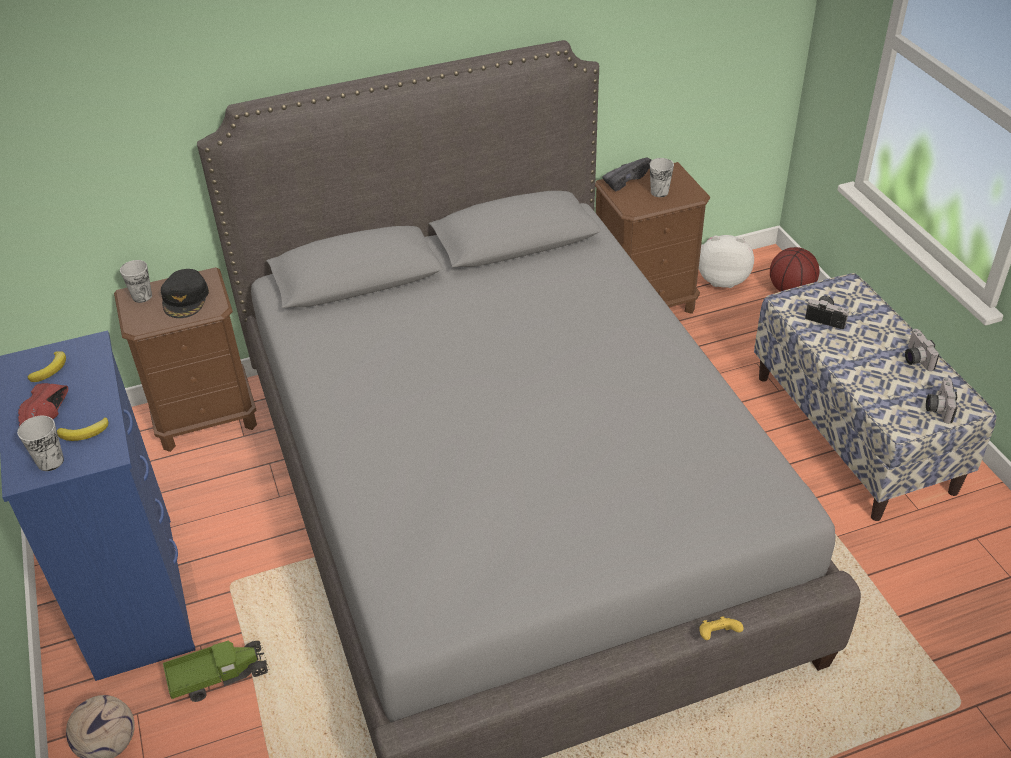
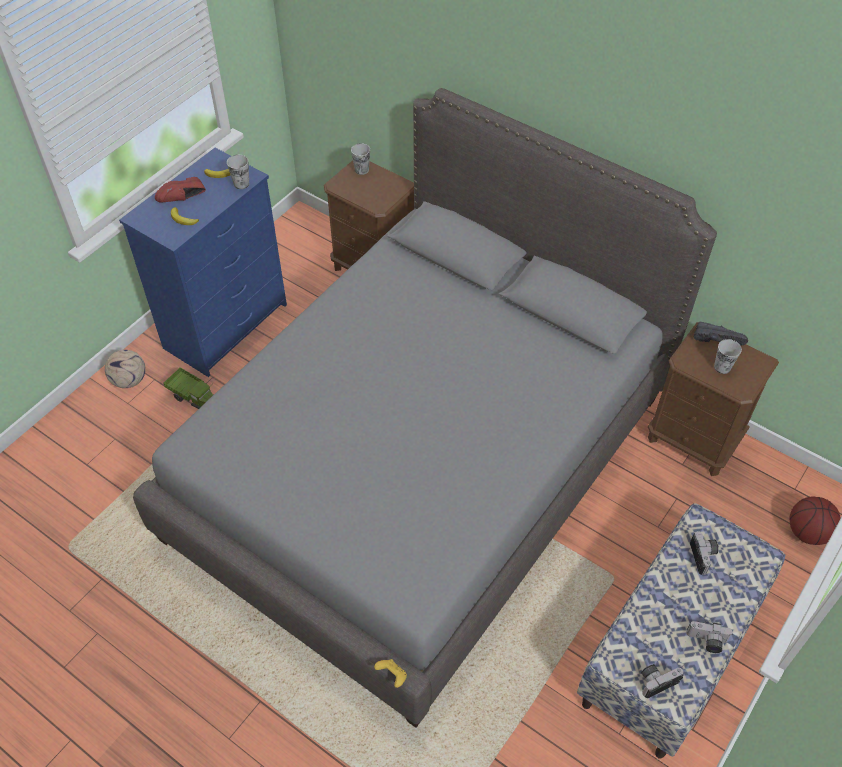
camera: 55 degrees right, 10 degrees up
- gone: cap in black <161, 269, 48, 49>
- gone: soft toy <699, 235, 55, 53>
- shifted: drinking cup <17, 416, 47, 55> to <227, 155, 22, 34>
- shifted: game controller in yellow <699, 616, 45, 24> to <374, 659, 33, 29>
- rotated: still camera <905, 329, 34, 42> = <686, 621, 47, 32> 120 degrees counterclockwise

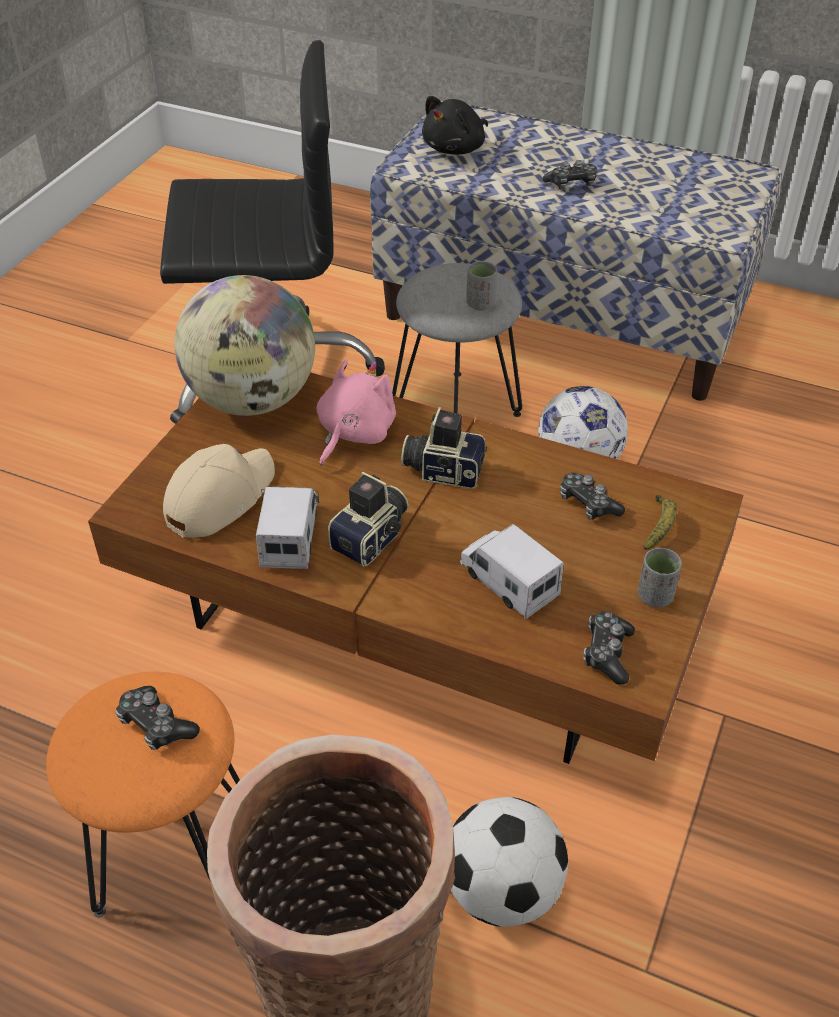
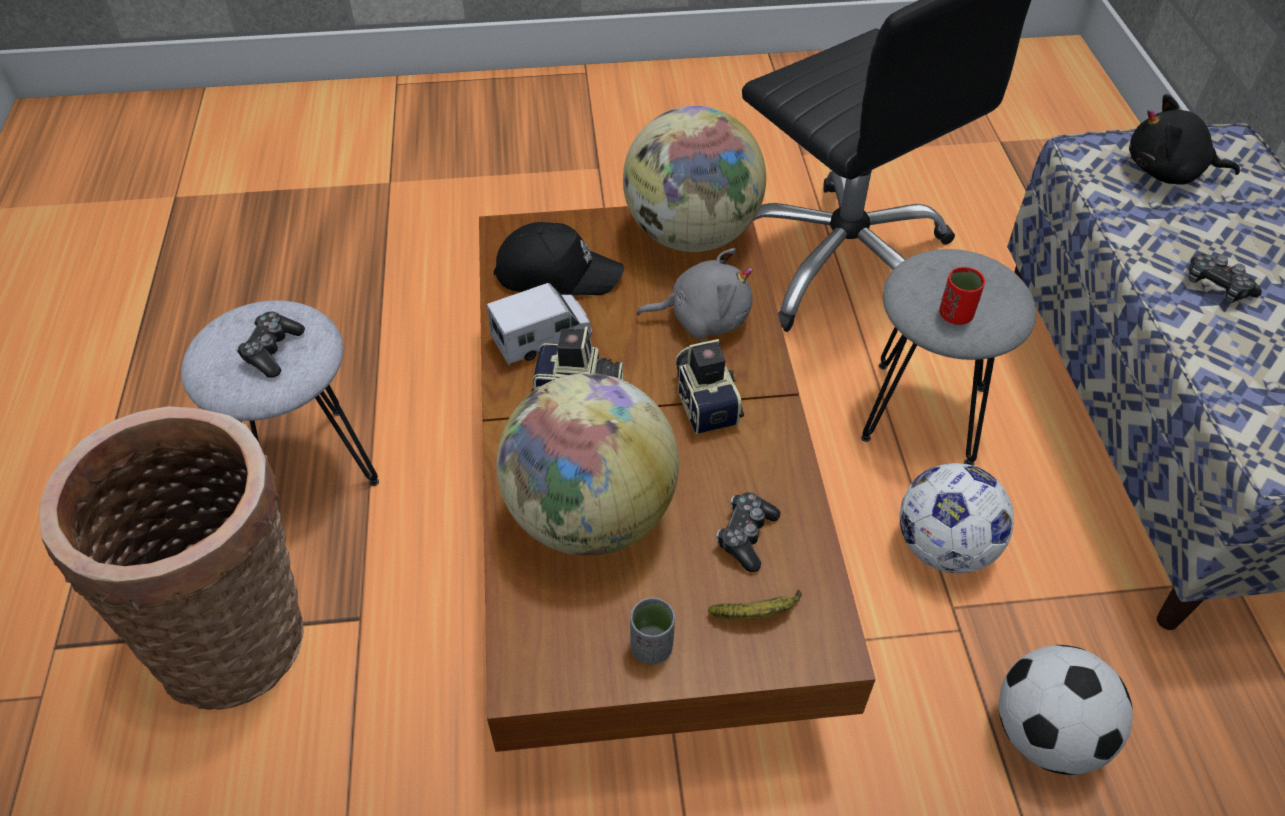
camera: 60 degrees right, 5 degrees up
- gone: game controller <583, 611, 52, 74>
- shifted: ball for football <451, 797, 117, 130> to <999, 645, 134, 130>
- swapped: model truck <460, 524, 104, 95> to desk globe <497, 373, 182, 183>
- repainted: sitting stool in orange <46, 672, 194, 245> to sitting stool in grey <181, 300, 198, 186>
- repainted: cap in beige-coloured <163, 444, 112, 94> to cap in black <494, 222, 130, 74>
- repainted: soft toy in pink-coloured <317, 359, 79, 107> to soft toy in grey <637, 248, 116, 91>
- repainted: drinking cup in grey <467, 261, 30, 49> to drinking cup in reddish <939, 267, 46, 58>

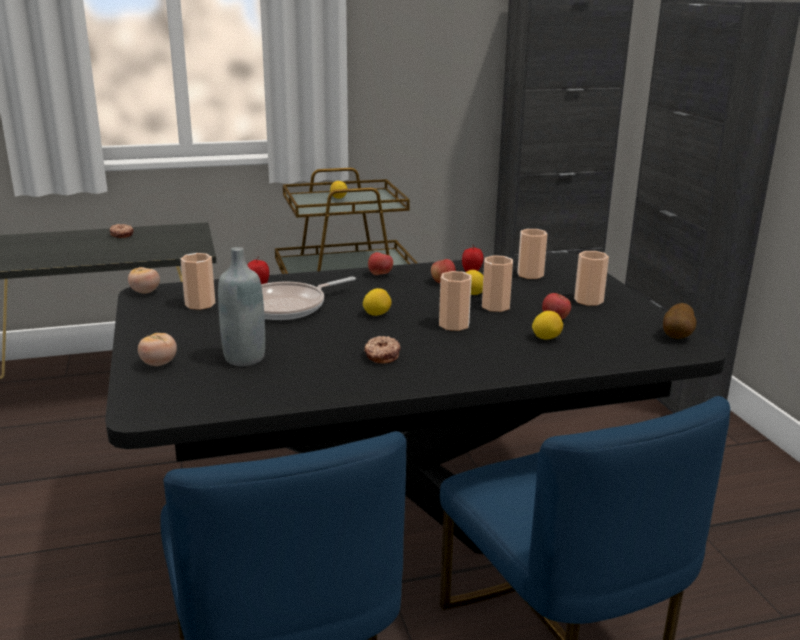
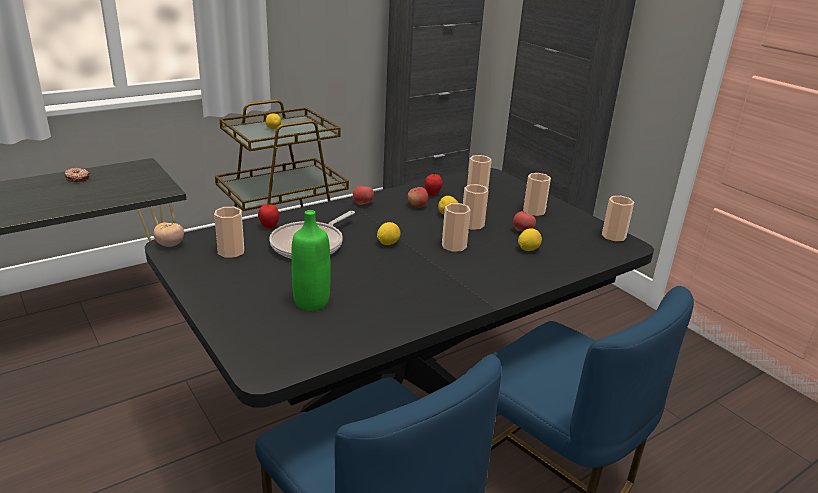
camera: 20 degrees left, 5 degrees up
- gone: whole tomato <138, 333, 39, 33>
- gone: doughnut <364, 336, 37, 28>
- swapped: spud <663, 303, 33, 36> to drinking cup <602, 196, 32, 45>
- repainted: bottle in grey <218, 247, 47, 119> to bottle in greenish <291, 210, 40, 101>

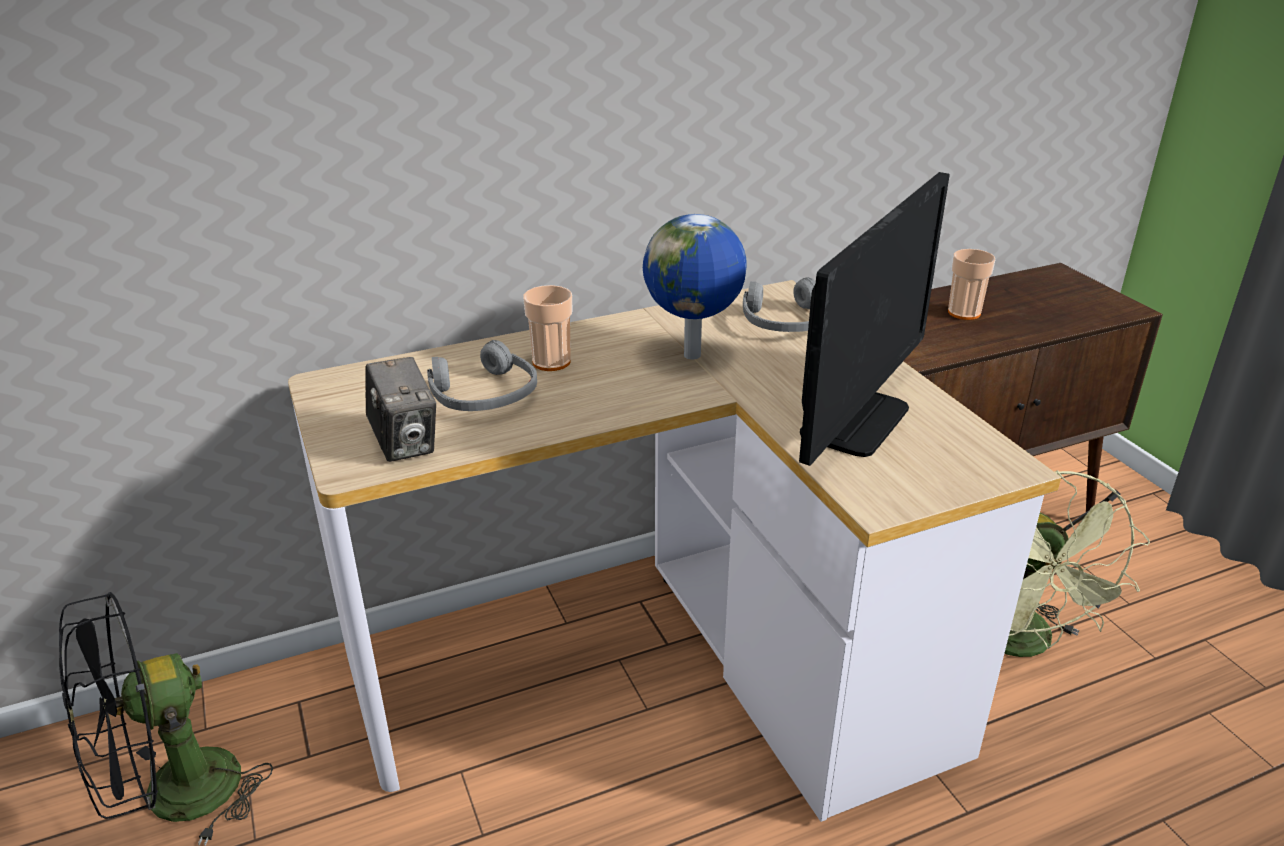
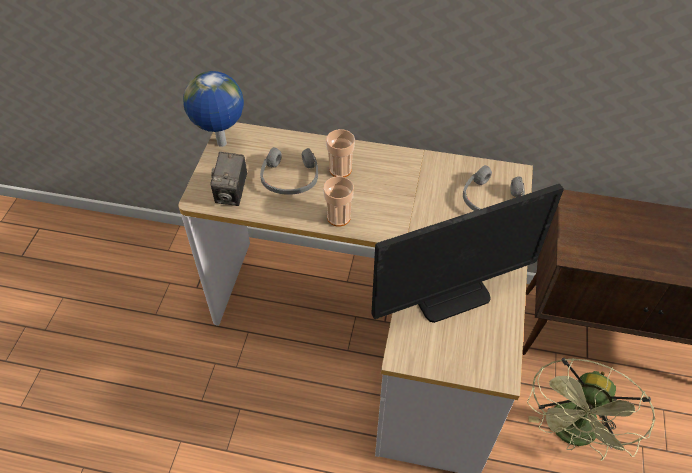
camera: 35 degrees right, 20 degrees up
- gone: fan in black <59, 592, 214, 254>
- shifted: desk globe <643, 214, 104, 145> to <183, 71, 61, 76>
- shifted: drinking cup <948, 249, 47, 71> to <323, 176, 31, 50>

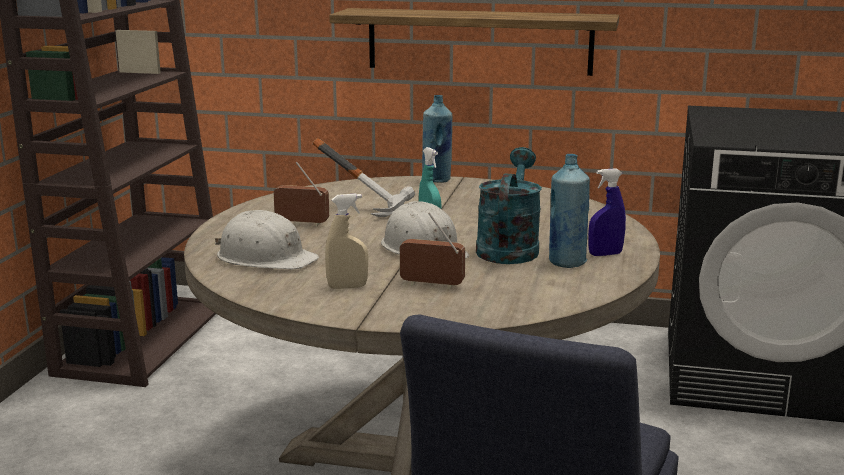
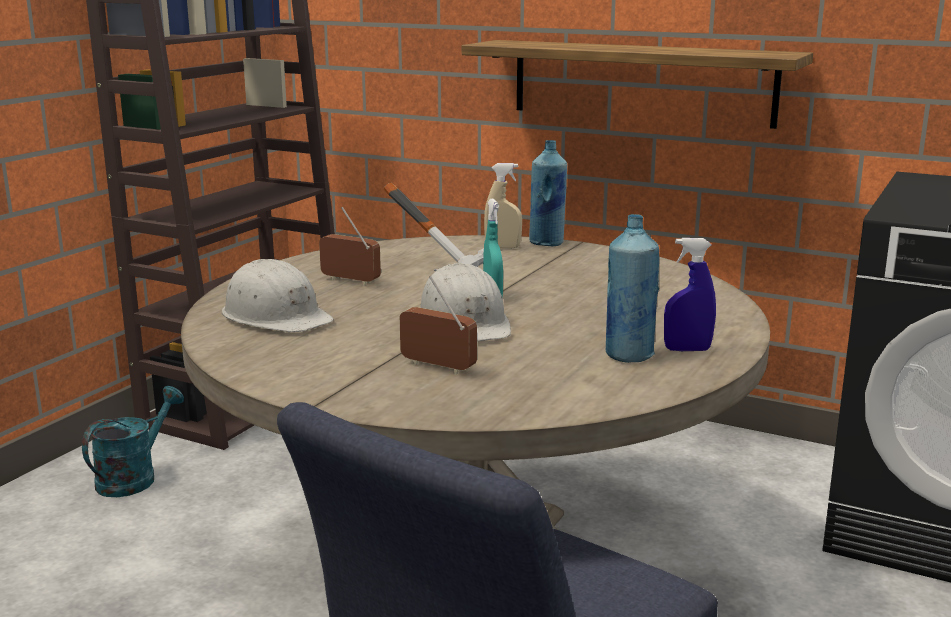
camera: 15 degrees right, 0 degrees up
- shifted: spray bottle in beige-coloured <325, 193, 43, 96> to <484, 163, 38, 86>
- shifted: watering can in turquoise-coloured <476, 147, 66, 117> to <82, 386, 102, 111>

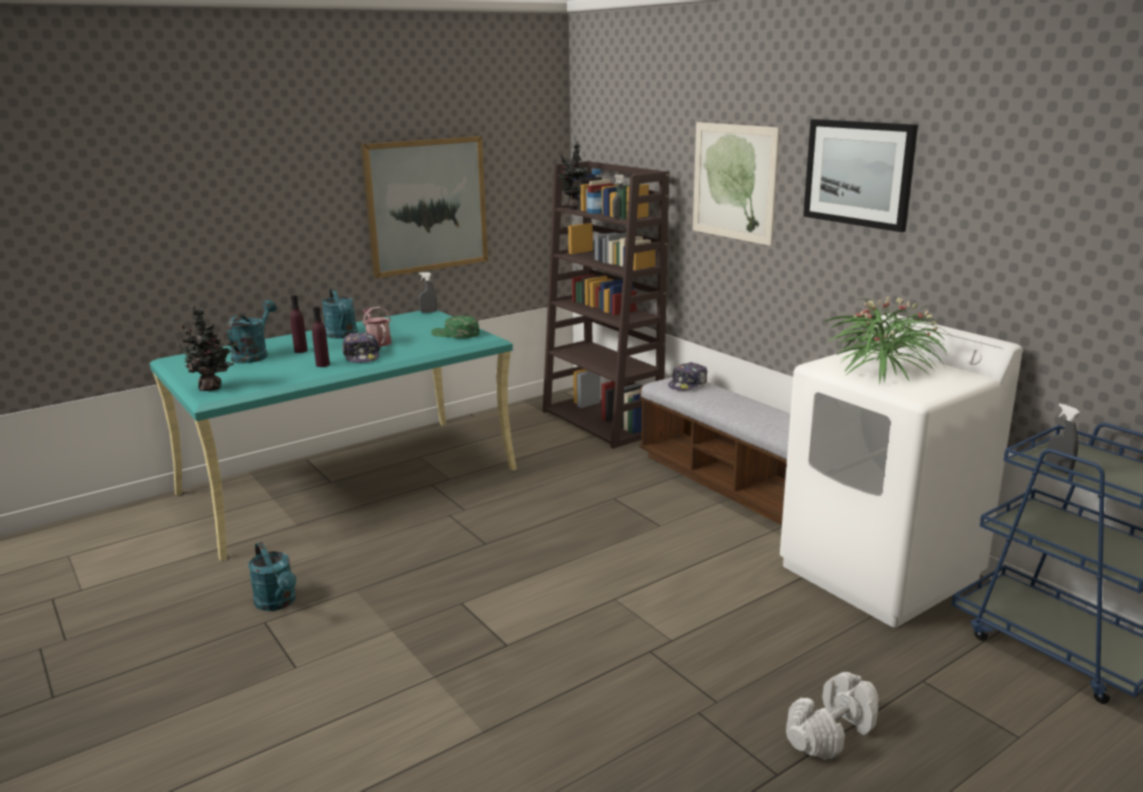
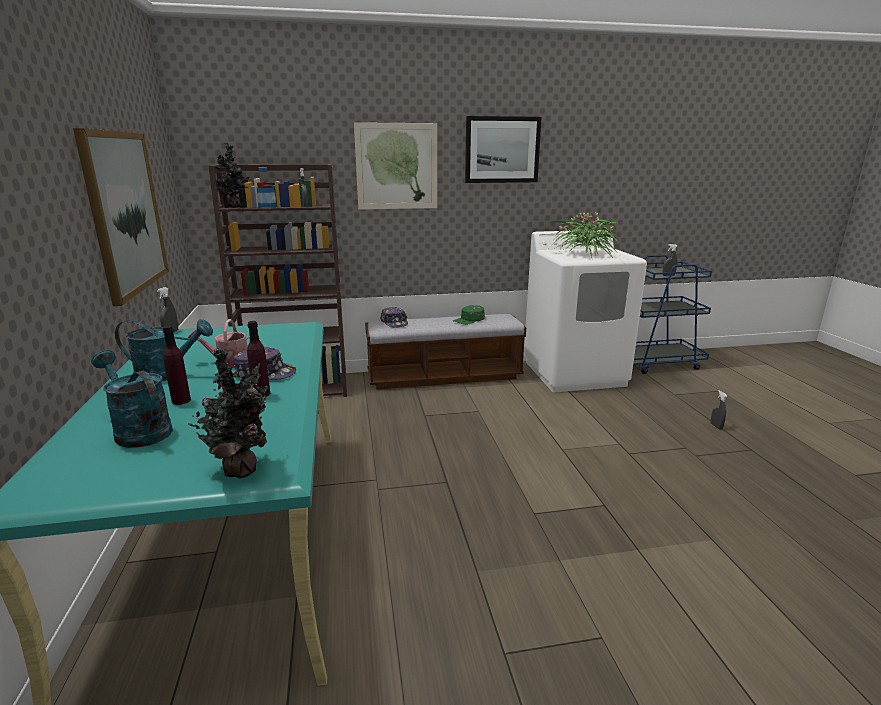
camera: 65 degrees left, 0 degrees up
- gone: watering can in turquoise-coloured <248, 542, 48, 69>
- shifted: cap in greenish <431, 316, 49, 22> to <453, 305, 32, 20>
- swapped: dumbbell in white <786, 672, 93, 88> to spray bottle in grey <711, 390, 16, 40>

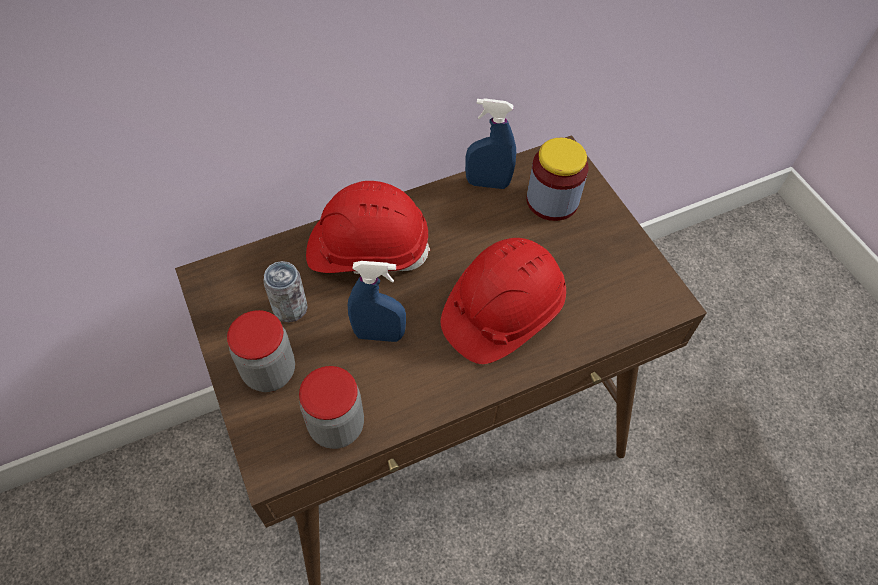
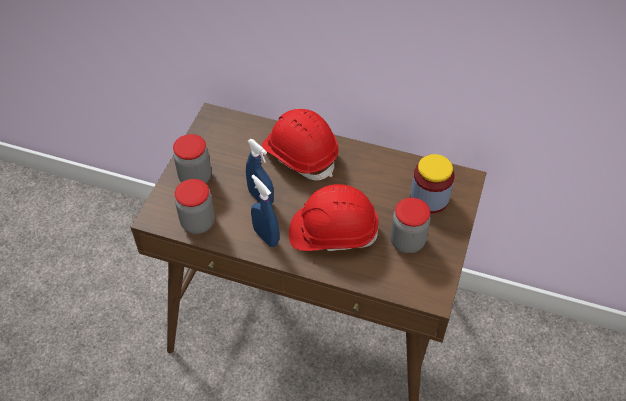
camera: 45 degrees right, 5 degrees down
- gone: sealed can <263, 261, 45, 61>
- new: storage jar <390, 198, 40, 55>
- shifted: spray bottle in blue <465, 98, 51, 91> to <251, 175, 28, 72>

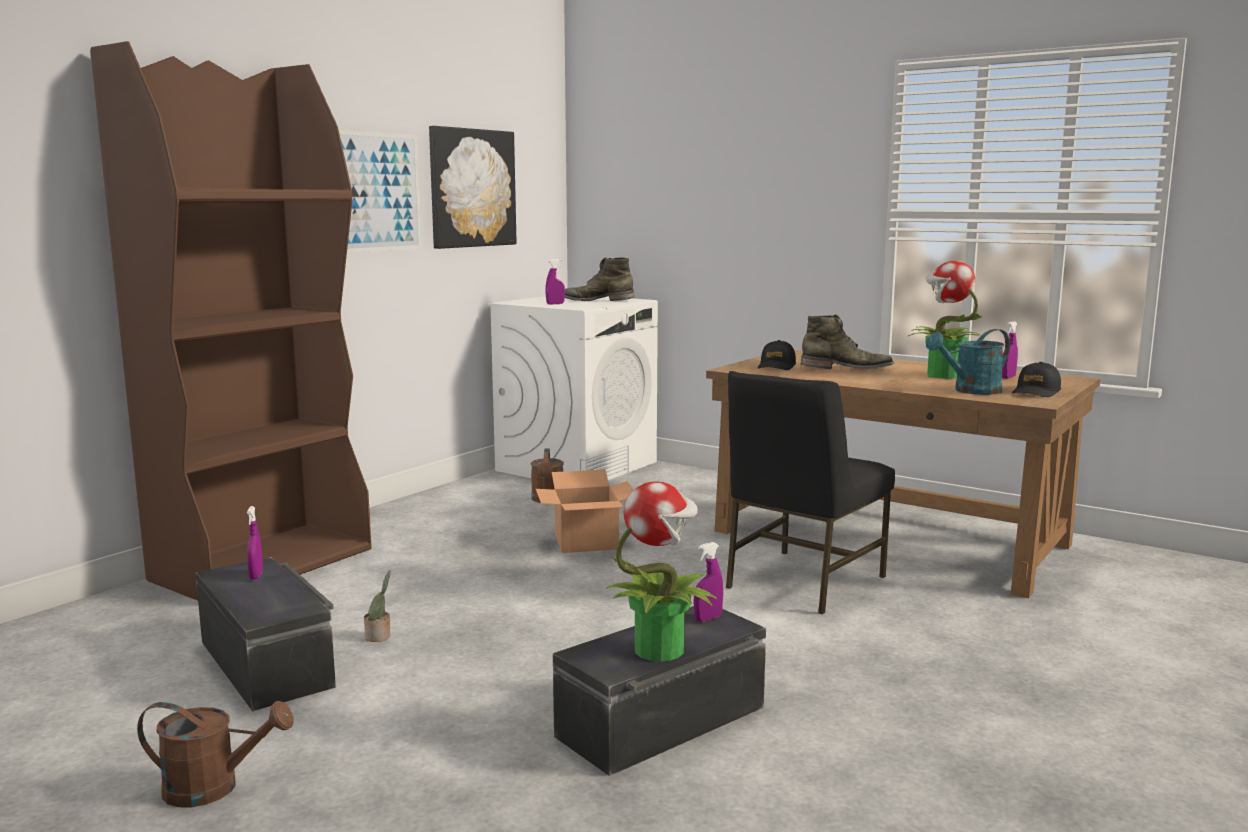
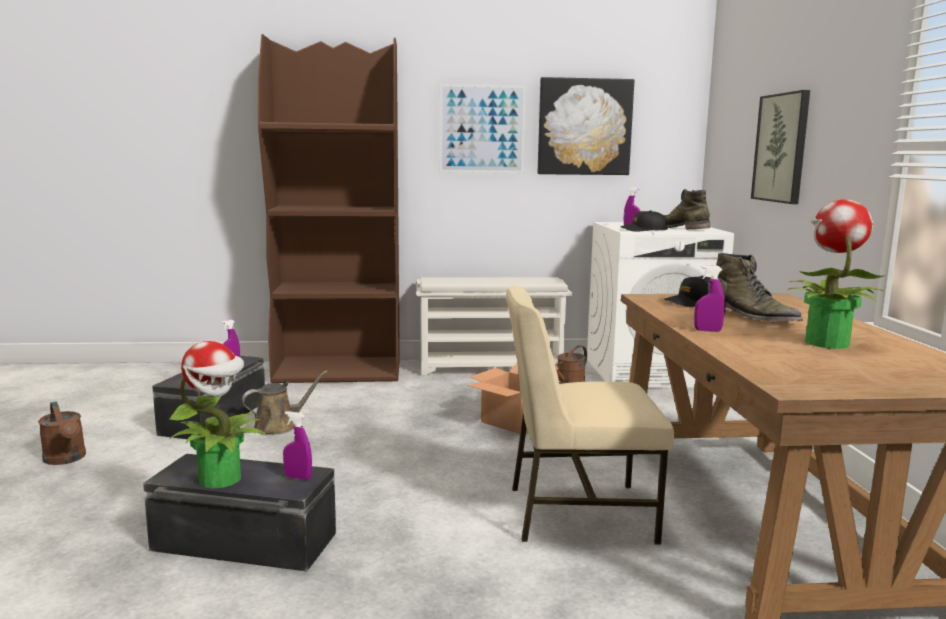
camera: 50 degrees right, 0 degrees up
- gone: watering can in turquoise-coloured <926, 329, 84, 66>
- new: shoe stand in white <417, 277, 156, 99>
- new: wall picture <751, 90, 59, 114>
- shifted: spray bottle in purplish <1002, 321, 16, 58> to <694, 265, 31, 67>
- shifted: cap in black <1012, 362, 49, 35> to <620, 210, 48, 22>
- swapped: houseplant <364, 570, 27, 72> to watering can in brown-coloured <242, 370, 86, 64>
- repainted: plain chair in black <726, 371, 169, 244> to plain chair in beige-coloured <506, 286, 168, 259>

